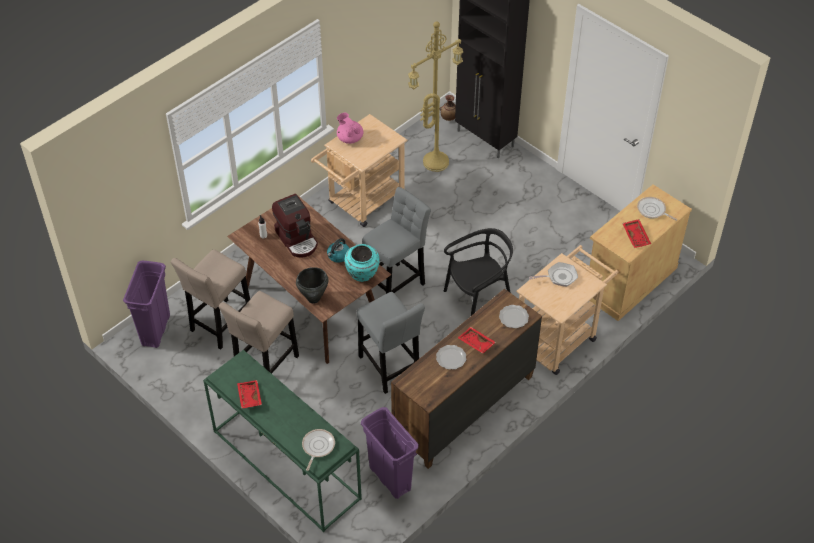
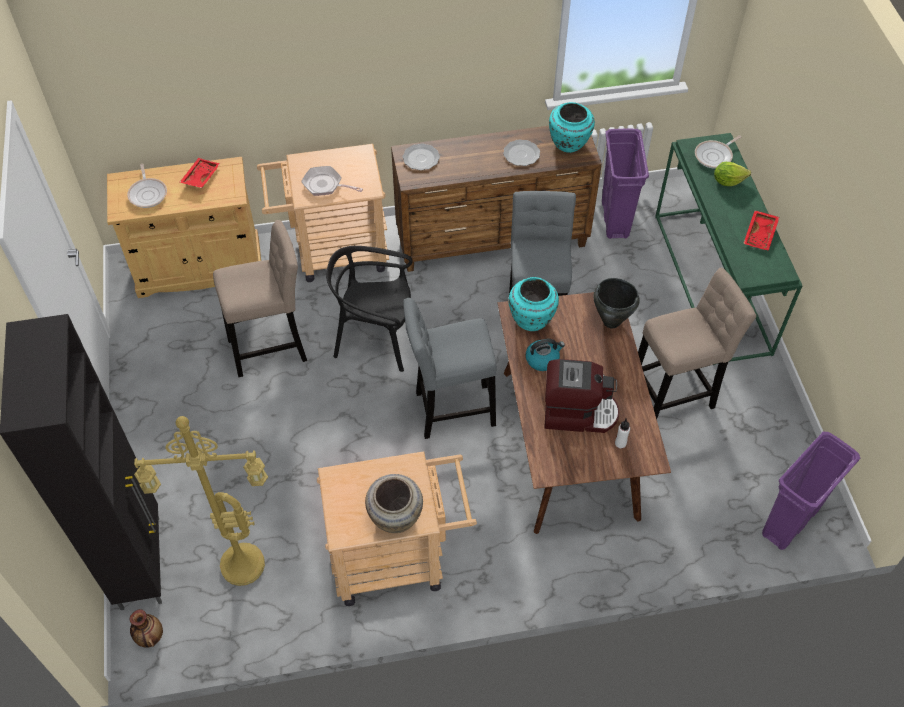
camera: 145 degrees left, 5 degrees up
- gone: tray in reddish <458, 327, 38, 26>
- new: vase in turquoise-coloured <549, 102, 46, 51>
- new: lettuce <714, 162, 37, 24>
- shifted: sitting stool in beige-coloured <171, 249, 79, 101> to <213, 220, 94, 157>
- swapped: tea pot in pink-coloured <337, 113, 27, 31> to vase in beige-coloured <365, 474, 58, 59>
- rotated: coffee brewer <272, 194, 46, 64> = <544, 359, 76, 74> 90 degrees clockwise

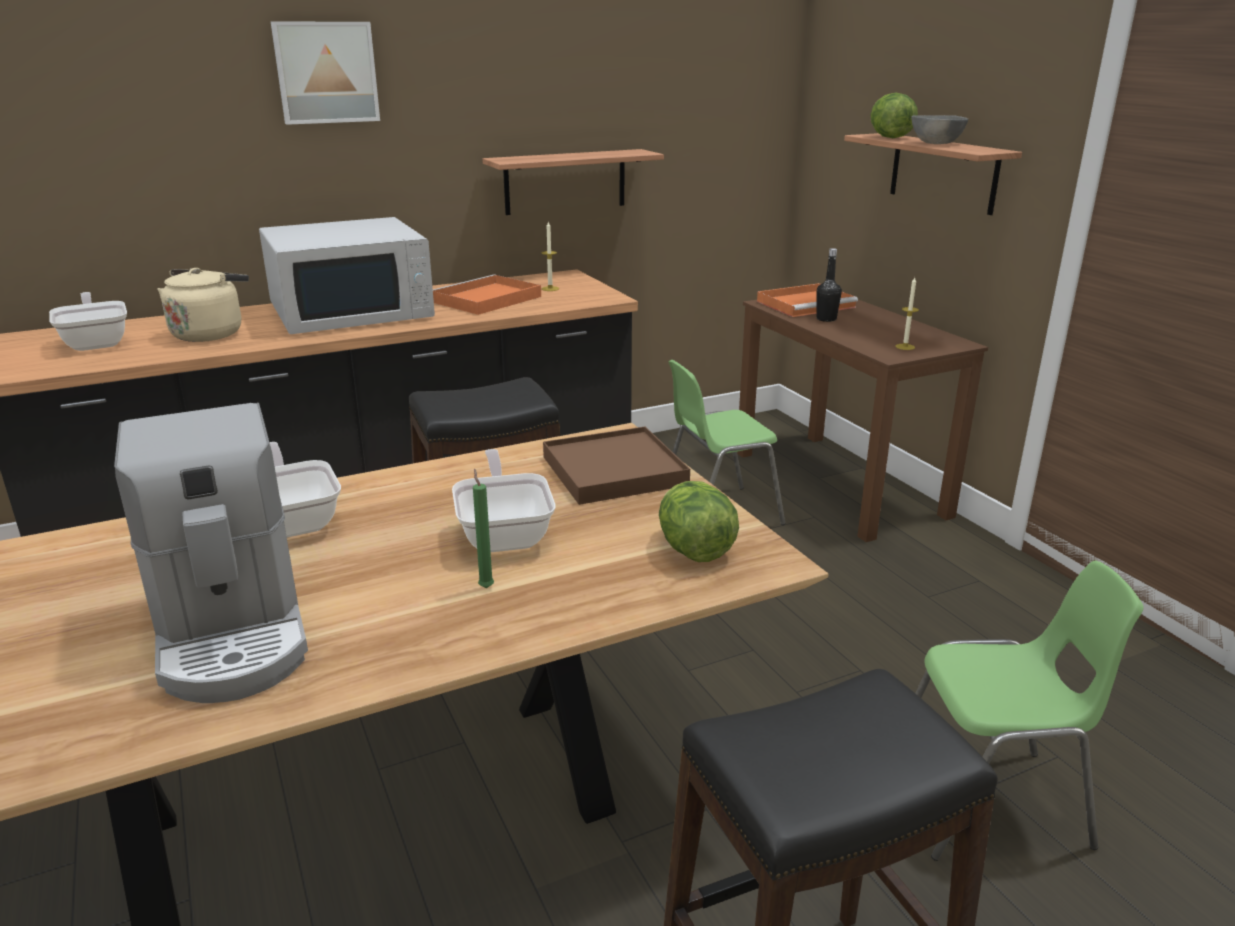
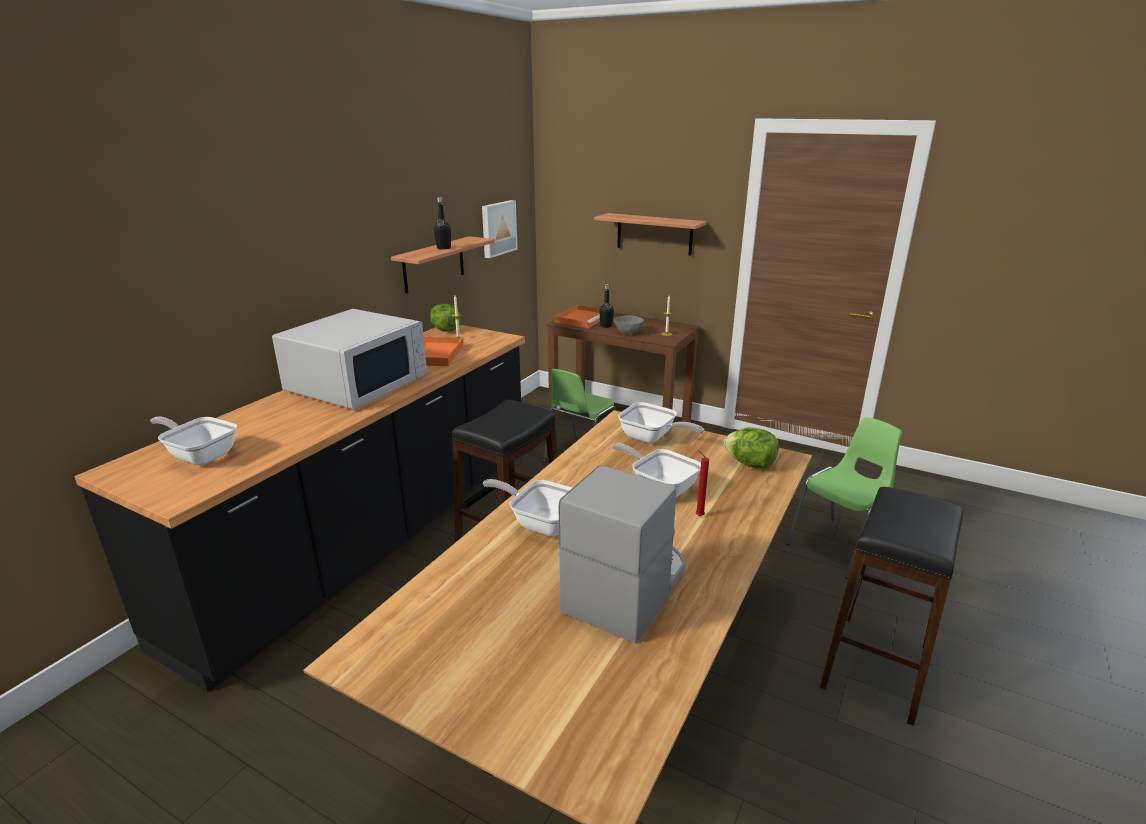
camera: 35 degrees left, 0 degrees up
- gone: tea kettle in beige-coloured <158, 268, 91, 74>
- new: bottle in black <434, 197, 17, 53>
- shifted: wall picture <271, 22, 109, 103> to <482, 200, 36, 58>
- shifted: lettuce <870, 93, 48, 45> to <430, 304, 31, 28>
- shifted: serving bowl in grey <911, 115, 57, 29> to <614, 315, 30, 19>
- swapped: tray in brown-coloured <543, 427, 147, 78> to frying pan <618, 402, 86, 41>
- repainted: wax light in greenish <473, 469, 21, 119> to wax light in reddish <696, 451, 13, 65>
- rotated: coffee brewer <114, 403, 194, 300> = <558, 466, 128, 177> 90 degrees counterclockwise

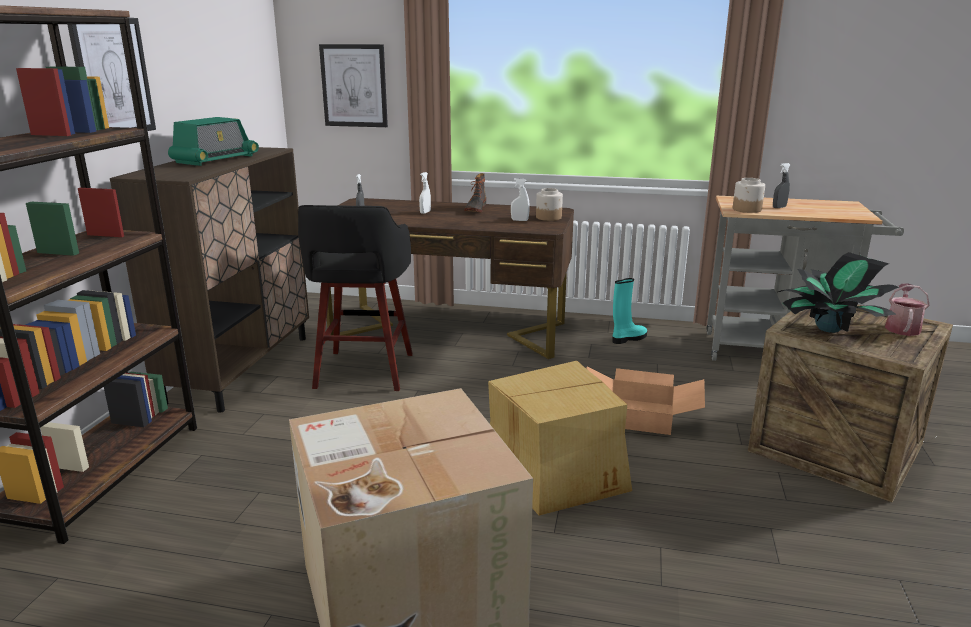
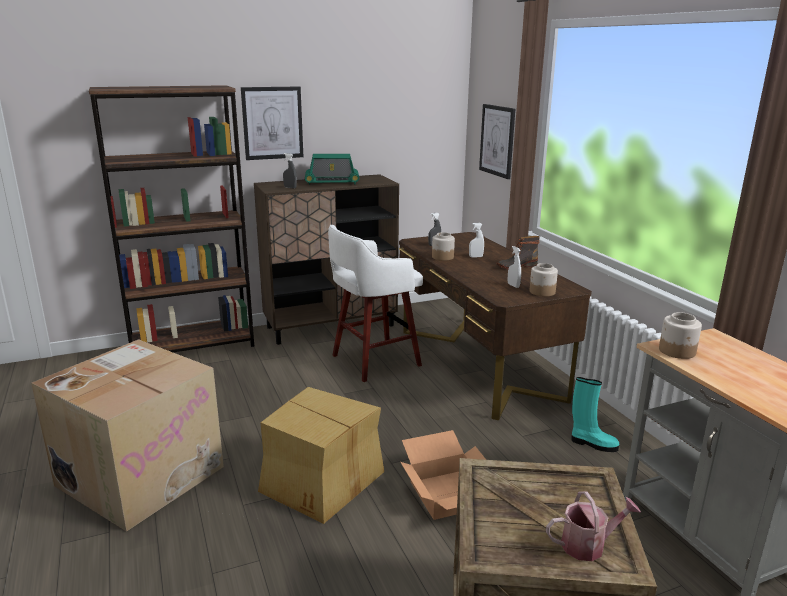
camera: 55 degrees right, 0 degrees up
- gone: houseplant <778, 252, 121, 81>
- new: storage jar <432, 232, 23, 29>
- shifted: spray bottle in grey <773, 163, 17, 45> to <283, 153, 14, 35>
- repainted: sitting stool in black <298, 205, 115, 186> to sitting stool in white <328, 225, 95, 157>

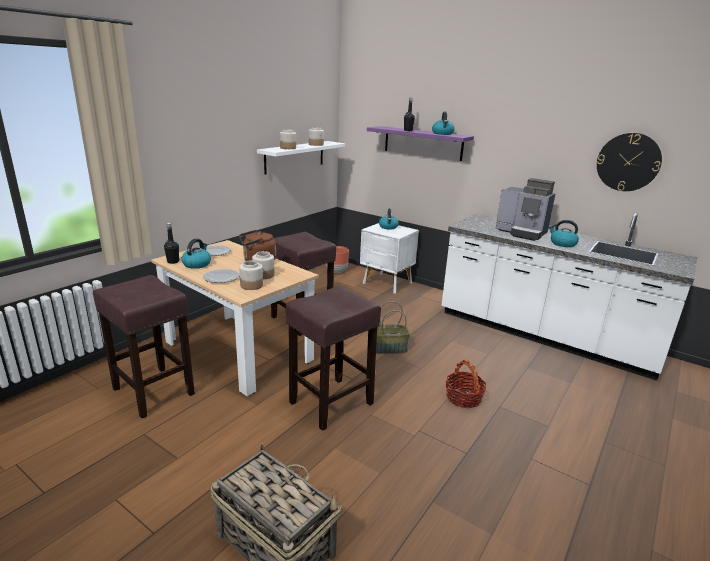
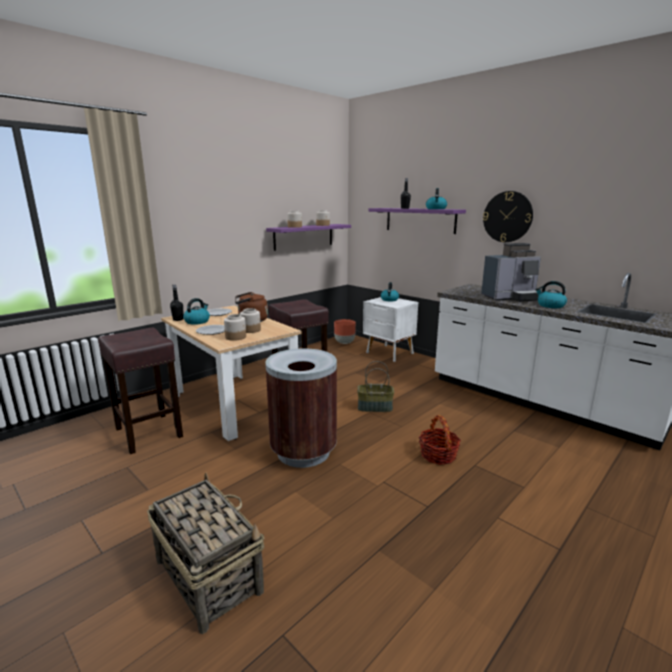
camera: 10 degrees right, 5 degrees down
- shifted: clock on the wall <597, 133, 65, 58> to <483, 191, 50, 51>
- swapped: sitting stool in brown-coloured <286, 286, 95, 145> to waste bin in brown-coloured <265, 348, 72, 120>
- repainted: wall shelf in white <257, 141, 88, 33> to wall shelf in purplish <266, 224, 85, 27>
- rotated: coffee brewer <496, 178, 59, 63> = <481, 243, 60, 59> 60 degrees counterclockwise

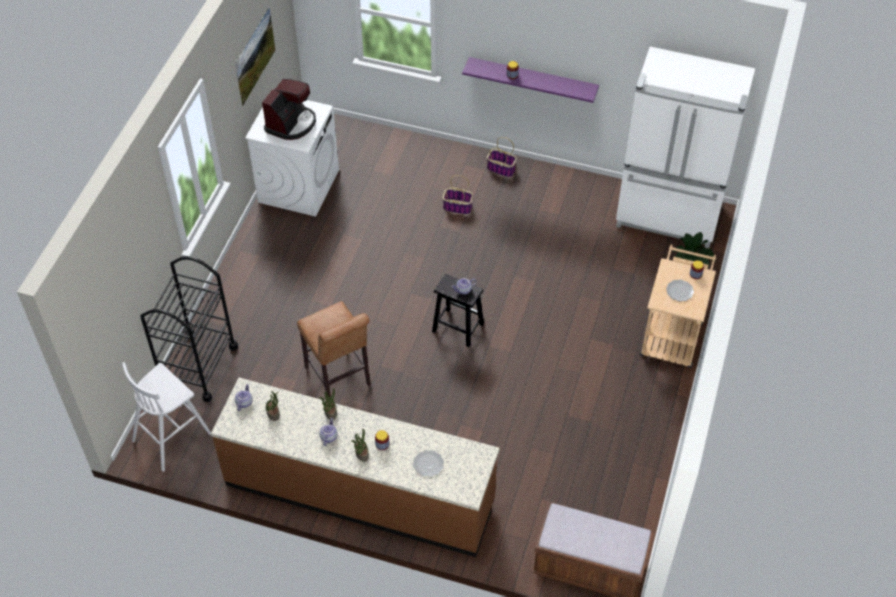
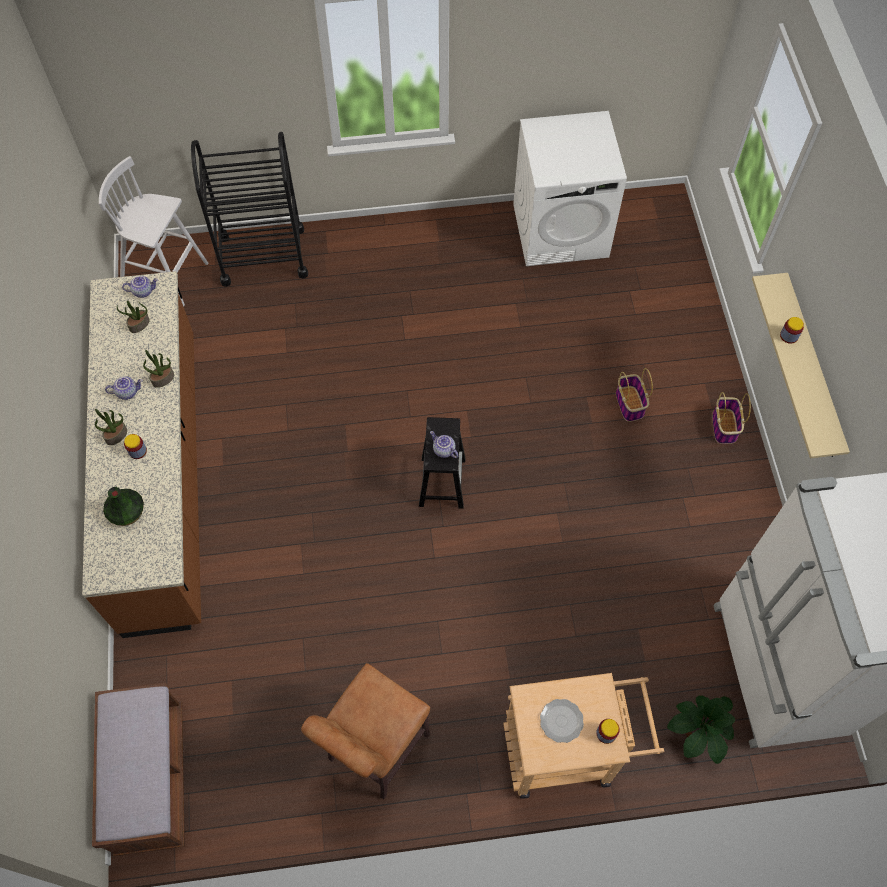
camera: 65 degrees right, 10 degrees up
- gone: wall picture <235, 6, 40, 101>
- gone: coffee brewer <262, 79, 54, 61>
- shifted: sitting stool in brown-coloured <297, 301, 74, 97> to <301, 663, 129, 136>
- swapped: dinner plate <413, 450, 31, 27> to vase <103, 487, 41, 39>
- repainted: wall shelf in purplish <462, 57, 137, 46> to wall shelf in beige-coloured <752, 273, 98, 185>

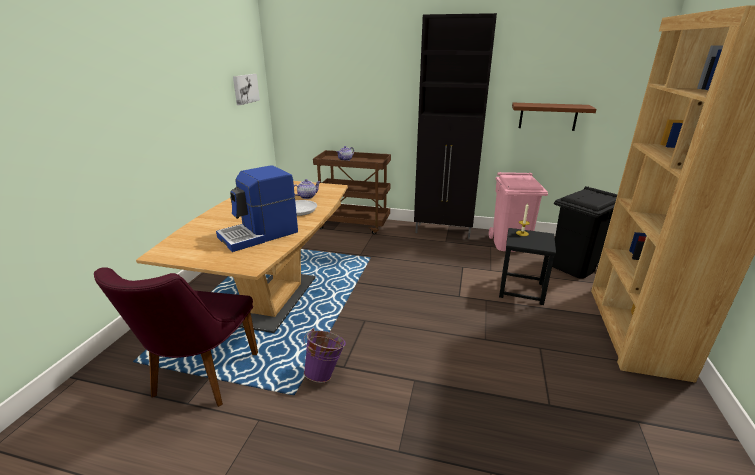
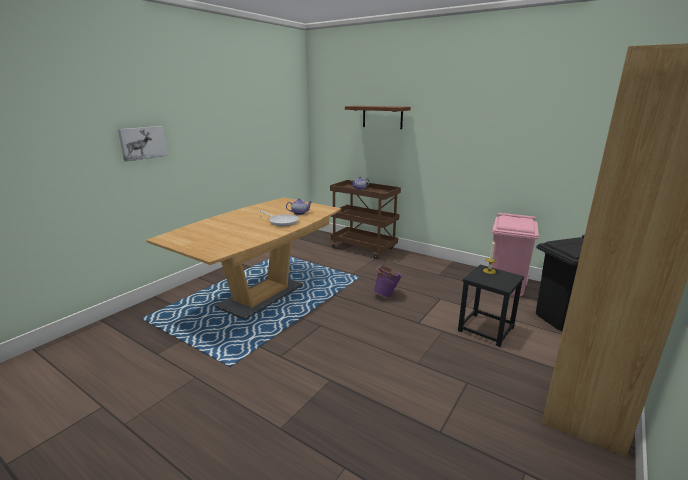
camera: 20 degrees right, 5 degrees down
- gone: plain chair in purplish <94, 267, 164, 140>
- gone: coffee brewer <216, 165, 82, 87>
- gone: cabinet in black <414, 13, 83, 226>
- shifted: wall picture <233, 74, 27, 31> to <118, 126, 50, 36>
- shifted: bucket in purplish <304, 328, 42, 55> to <374, 264, 29, 34>
- shifted: wall shelf in brown-coloured <512, 103, 84, 28> to <345, 106, 66, 23>

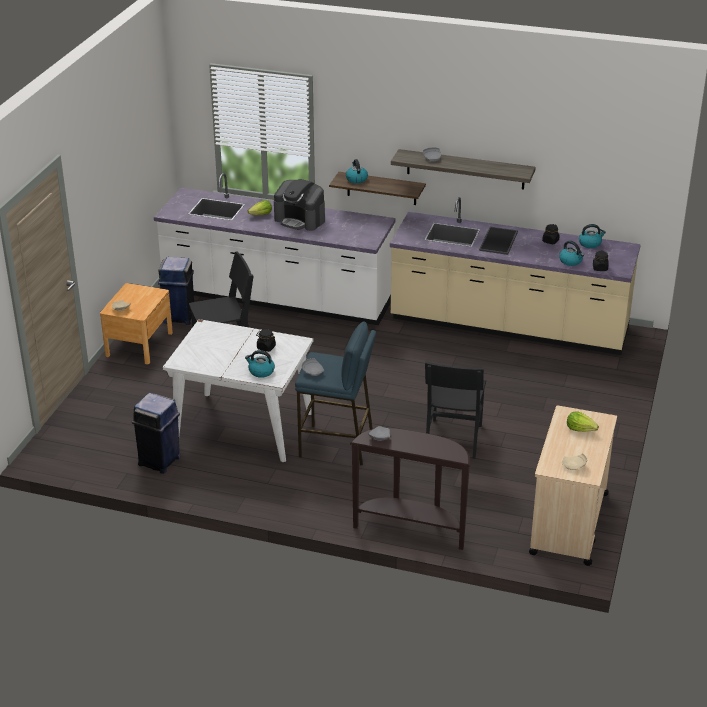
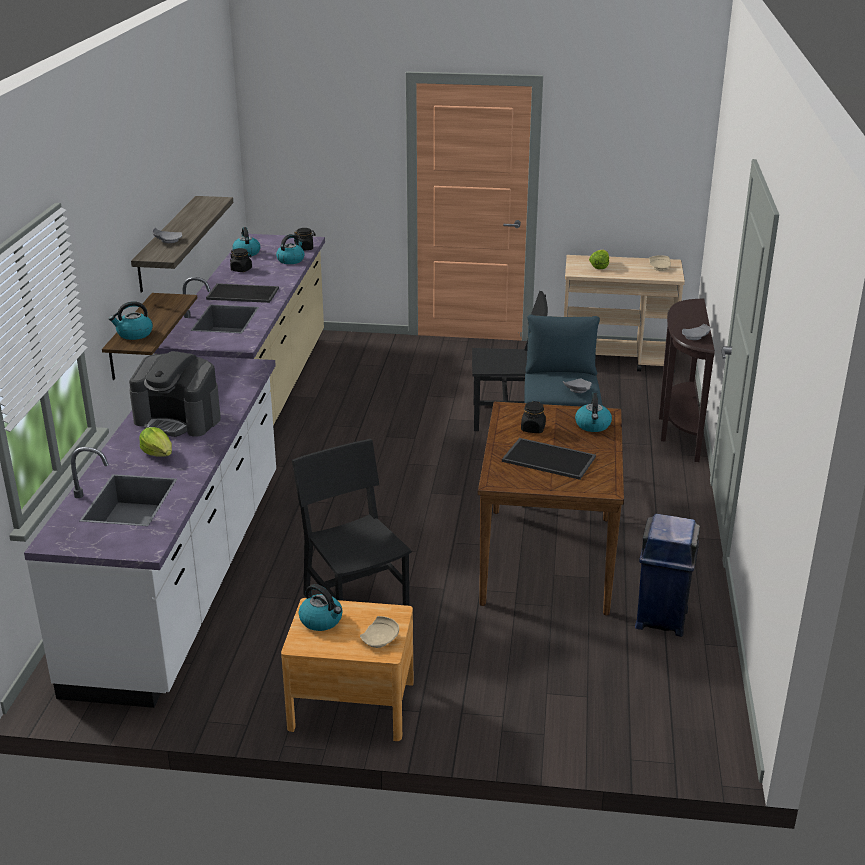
camera: 100 degrees left, 5 degrees down
- gone: waste bin in blue <158, 257, 36, 68>
- new: tea kettle <299, 584, 44, 47>
- new: tray <502, 438, 94, 42>
- repainted: dinner table in white <162, 319, 151, 143> to dinner table in brown-coloured <478, 402, 146, 213>
- rotated: coffee brewer <274, 179, 51, 52> = <129, 351, 92, 86> 90 degrees clockwise

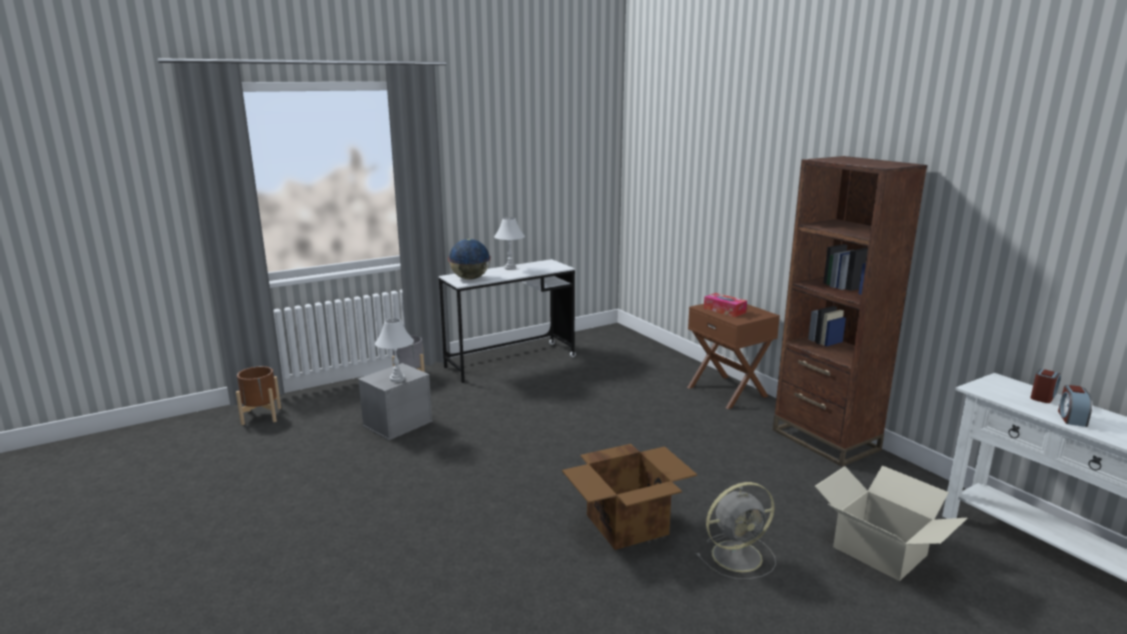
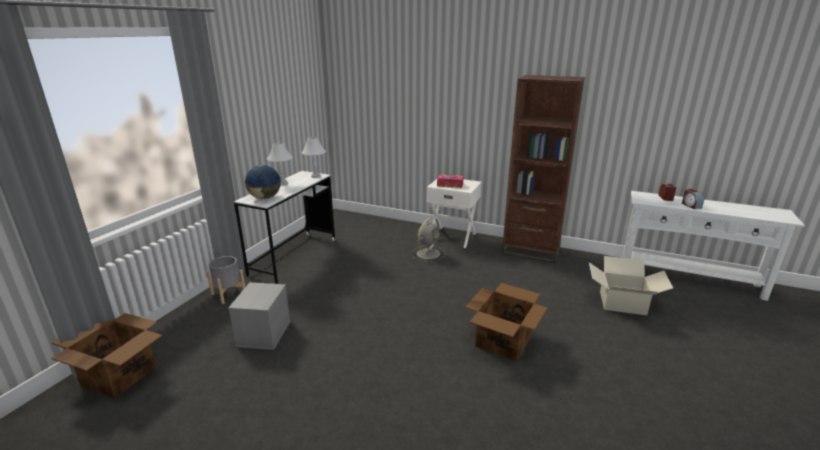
camera: 35 degrees left, 5 degrees up
- shifted: lamp for a table in white <375, 318, 39, 64> to <302, 137, 24, 41>
- shifted: fan in grey <696, 482, 80, 97> to <413, 217, 33, 45>
- swapped: flower pot in brown-coloured <236, 366, 45, 59> to cardboard box <51, 313, 111, 85>
- repainted: night table in brown-coloured <687, 304, 93, 105> to night table in white <427, 179, 55, 69>

